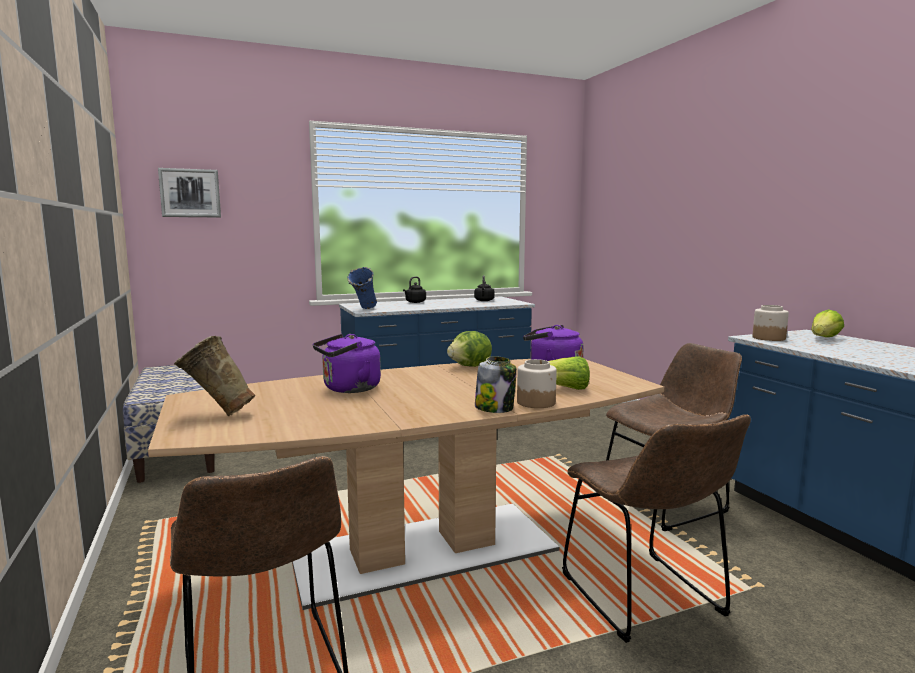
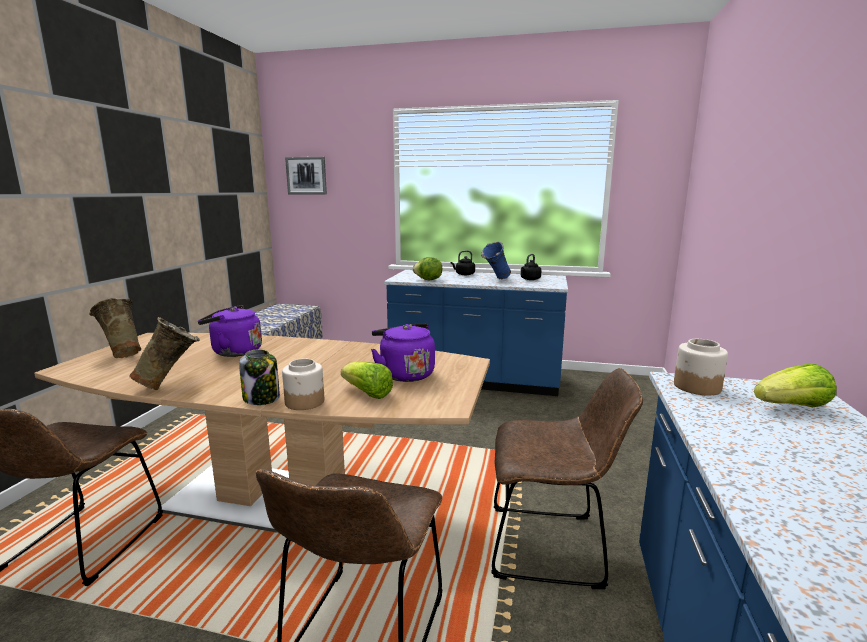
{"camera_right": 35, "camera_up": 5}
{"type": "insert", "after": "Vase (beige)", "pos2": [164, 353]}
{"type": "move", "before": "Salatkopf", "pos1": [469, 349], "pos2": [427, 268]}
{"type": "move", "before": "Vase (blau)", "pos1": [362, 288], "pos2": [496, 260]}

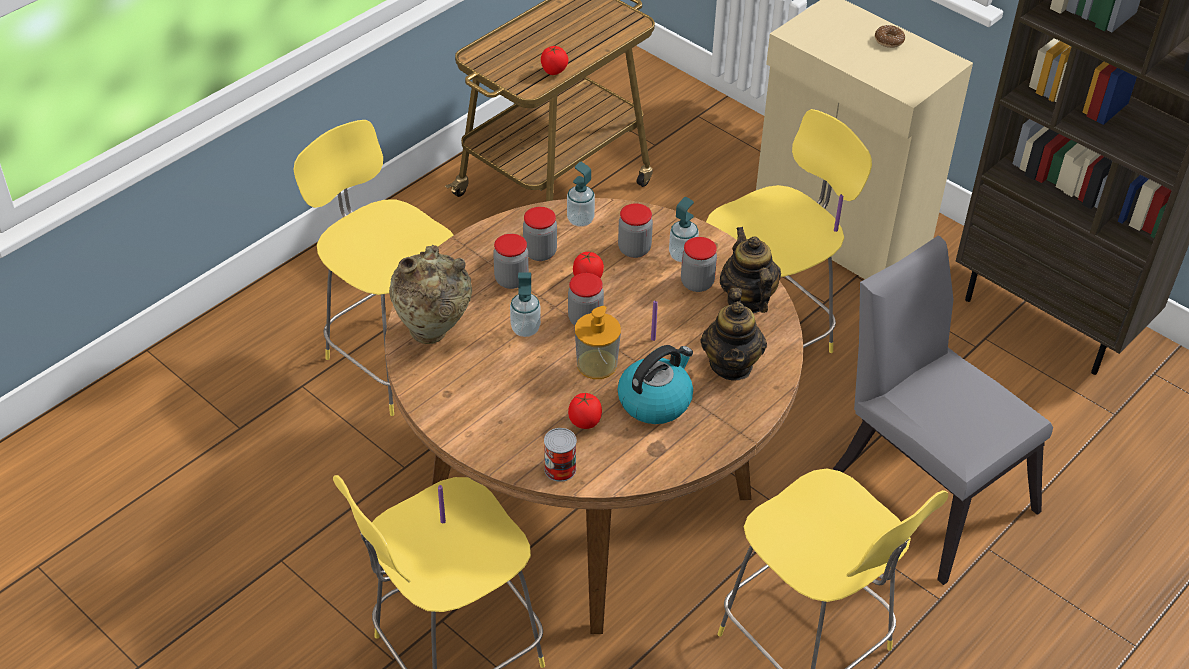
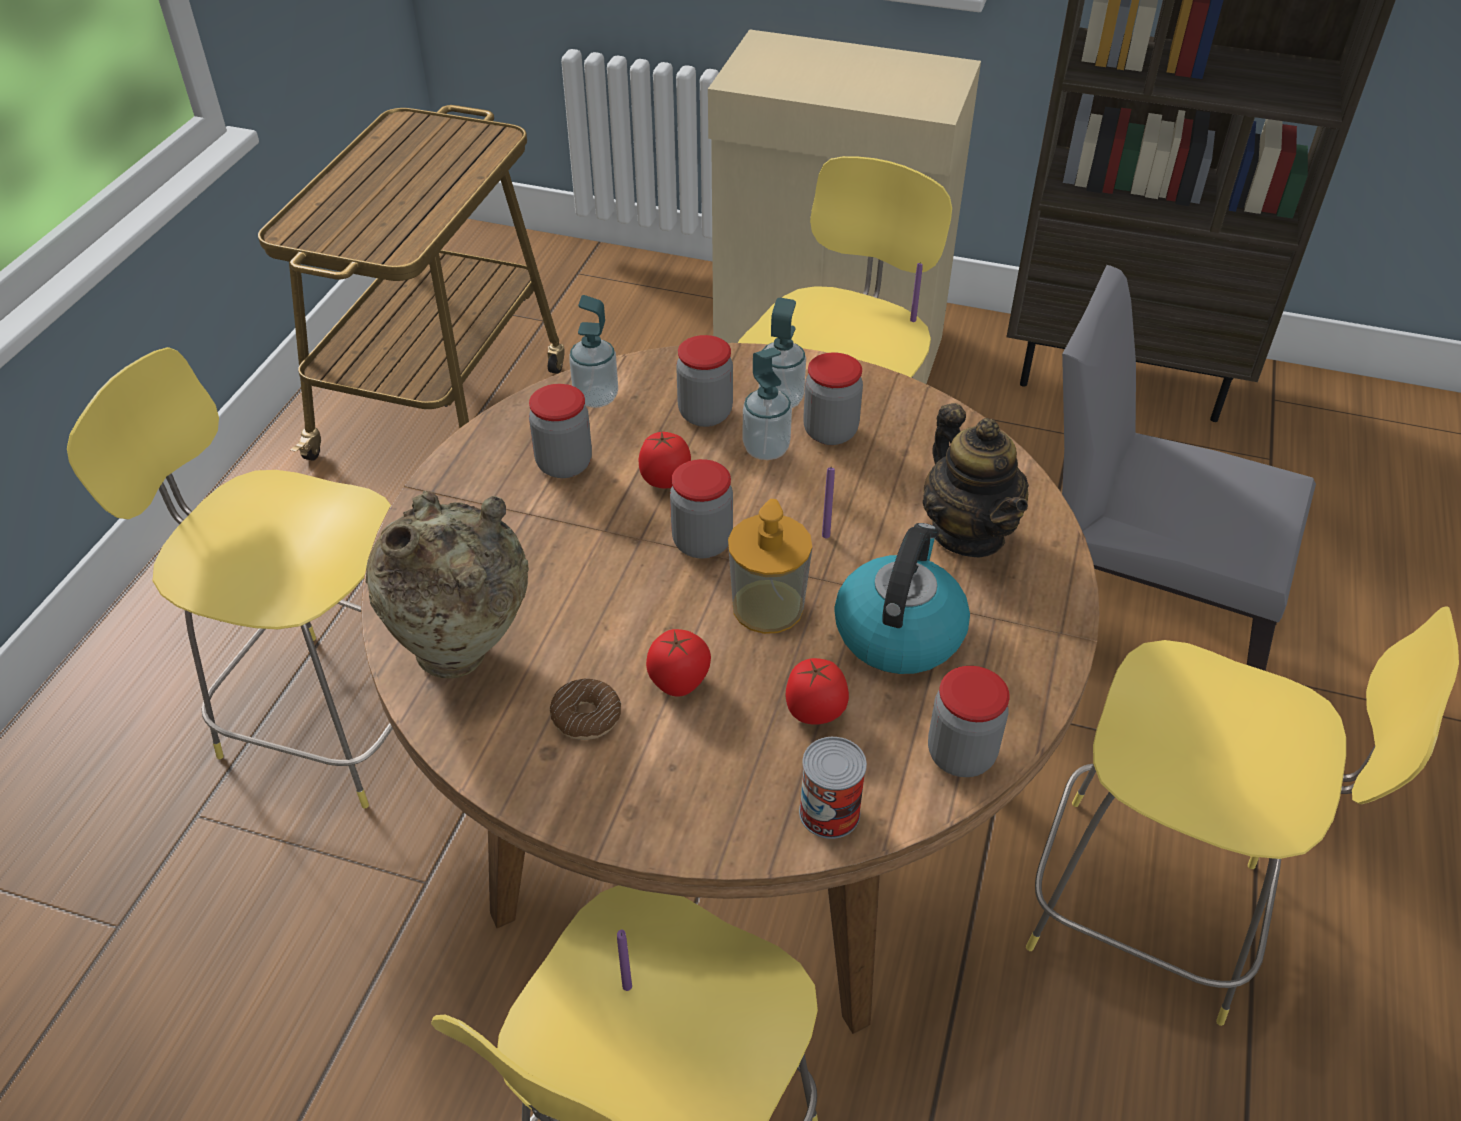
{"camera_right": -25, "camera_up": 0}
{"type": "move", "before": "Donut", "pos1": [890, 36], "pos2": [585, 709]}
{"type": "move", "before": "Tomate", "pos1": [554, 60], "pos2": [678, 663]}
{"type": "move", "before": "Seifenspender", "pos1": [525, 304], "pos2": [767, 404]}
{"type": "move", "before": "Vorratsglas", "pos1": [511, 261], "pos2": [968, 721]}
{"type": "delete", "before": "Teekanne", "pos1": [750, 270]}

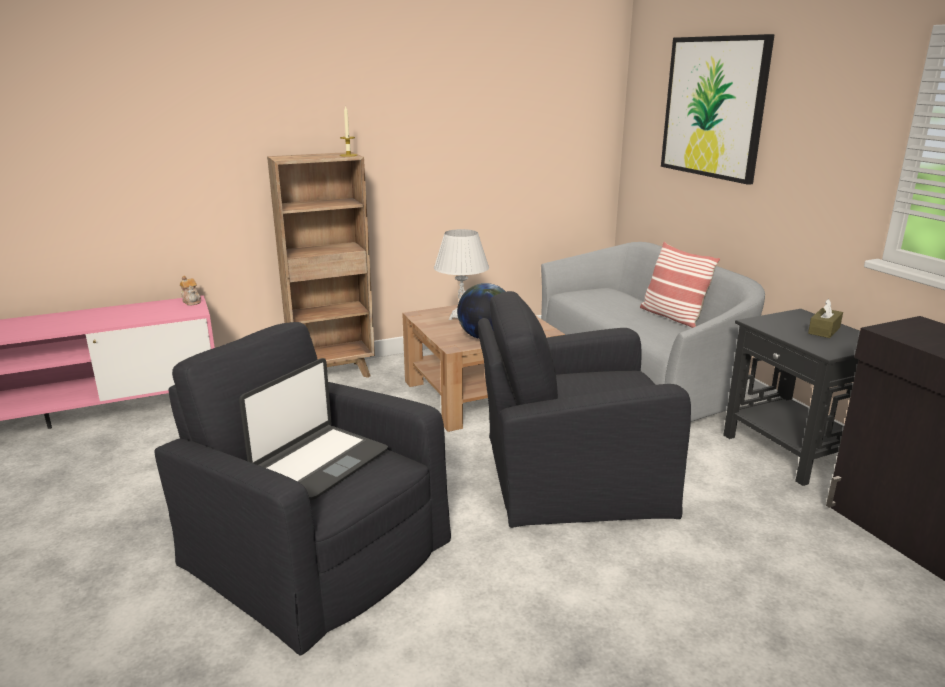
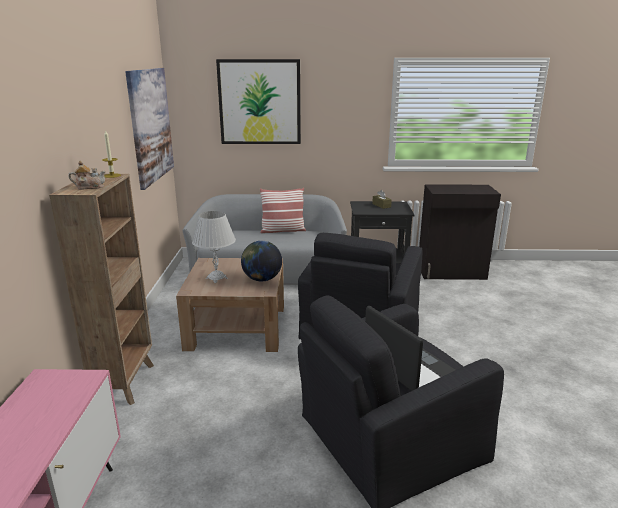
{"camera_right": -65, "camera_up": 0}
{"type": "move", "before": "Teekanne", "pos1": [190, 290], "pos2": [87, 174]}
{"type": "insert", "after": "Bild", "pos2": [149, 129]}

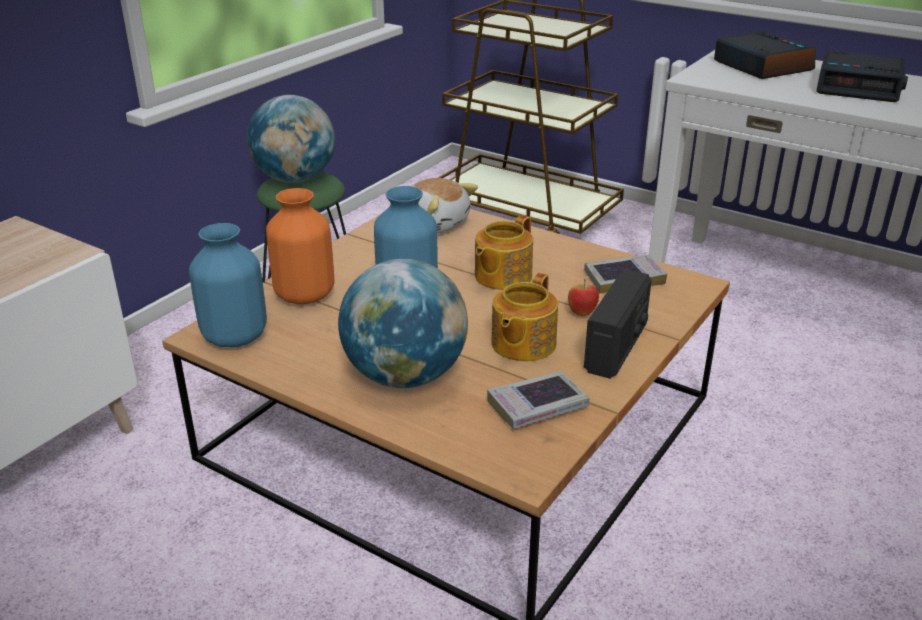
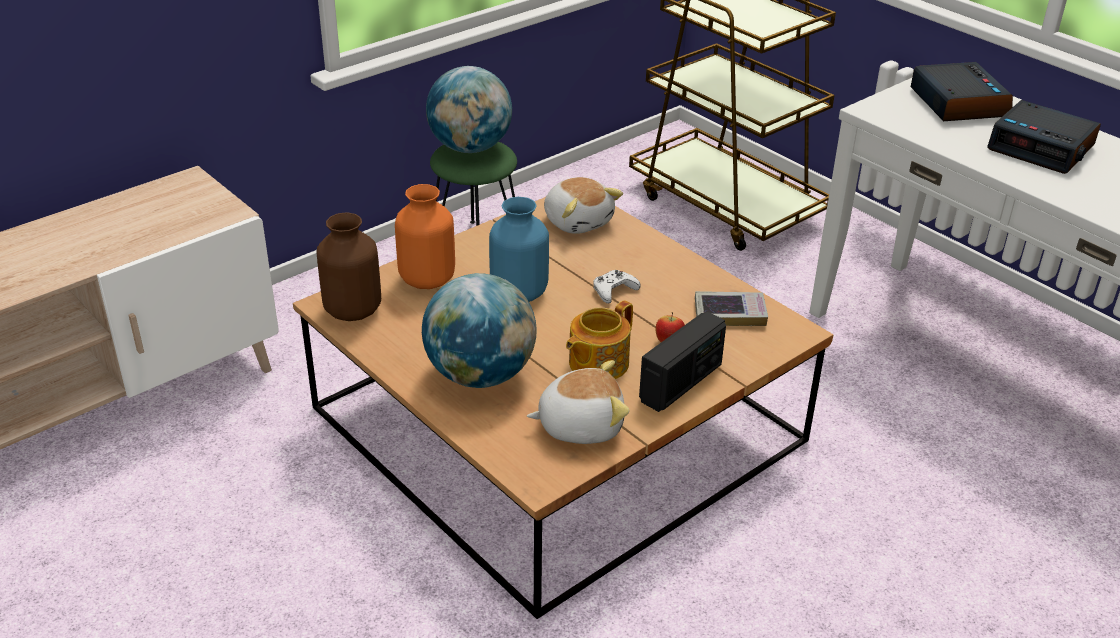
{"camera_right": 15, "camera_up": 5}
{"type": "recolor", "before": "Vase (blau)", "after": "Vase (braun)", "pos1": [228, 285], "pos2": [349, 267]}
{"type": "replace", "before": "Buch", "after": "Plüschtier", "pos1": [538, 400], "pos2": [578, 402]}
{"type": "replace", "before": "Teekanne", "after": "Gamepad (weiß)", "pos1": [504, 252], "pos2": [616, 286]}

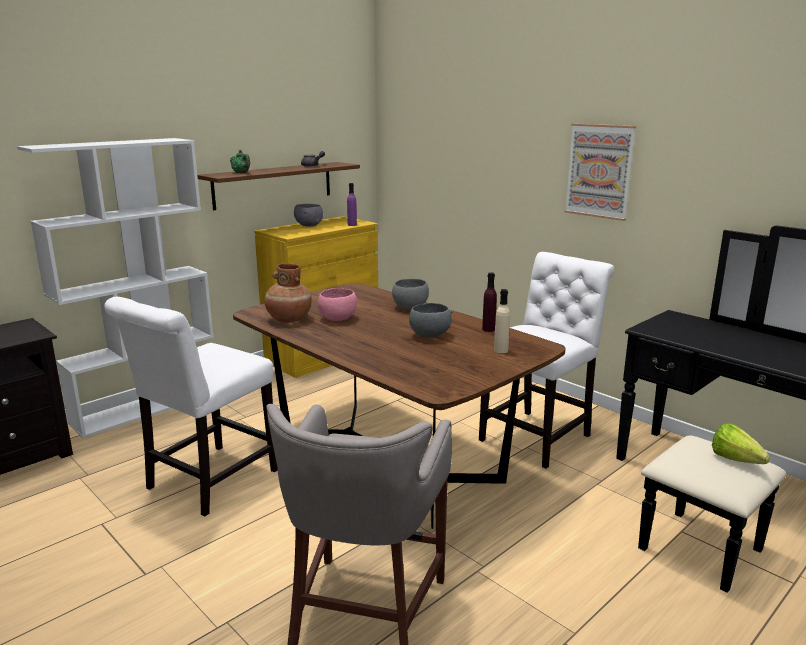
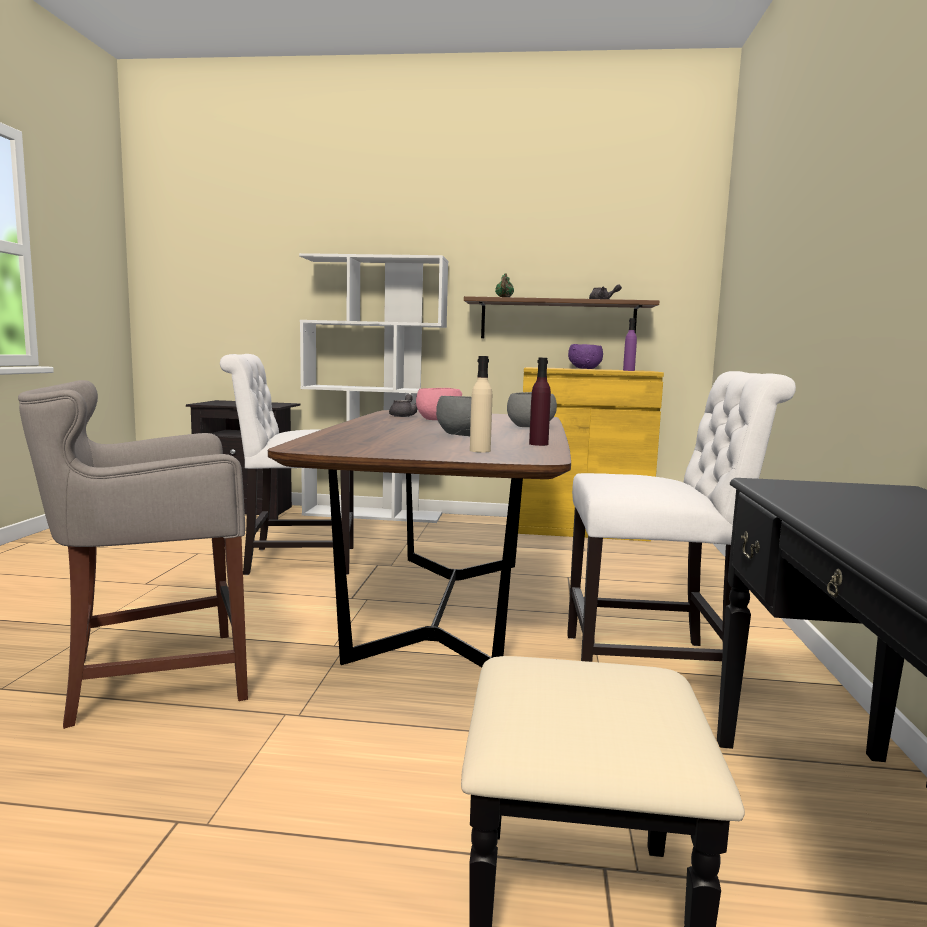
{"camera_right": 50, "camera_up": -10}
{"type": "replace", "before": "Vase (braun)", "after": "Teekanne (grau)", "pos1": [288, 292], "pos2": [403, 405]}
{"type": "recolor", "before": "Schüssel (grau)", "after": "Schüssel (lila)", "pos1": [308, 215], "pos2": [585, 356]}
{"type": "delete", "before": "Bild", "pos1": [600, 172]}
{"type": "delete", "before": "Salatkopf", "pos1": [741, 443]}

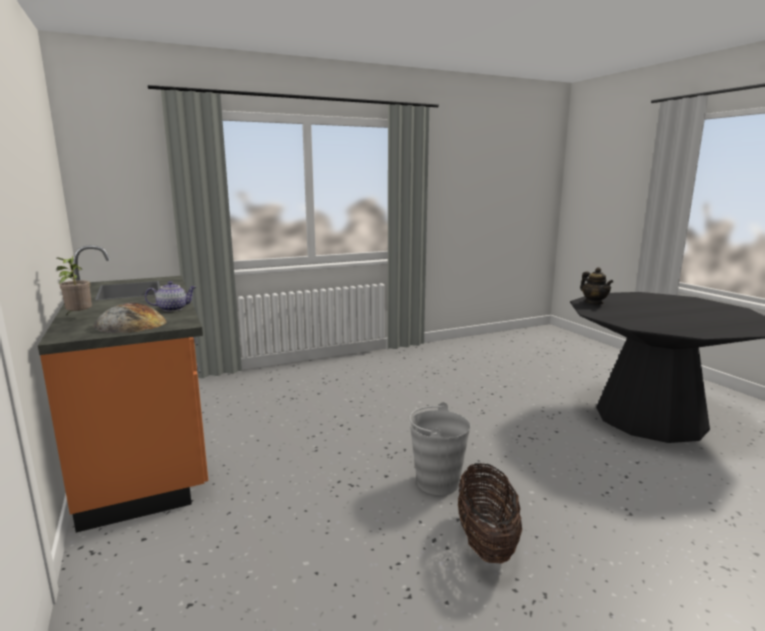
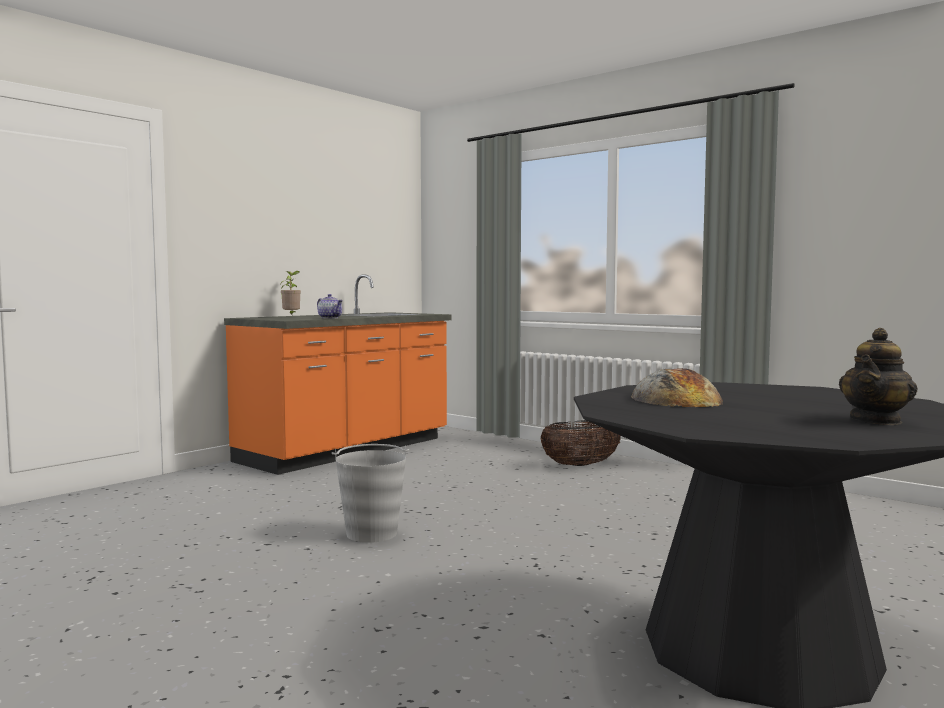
{"camera_right": 65, "camera_up": -10}
{"type": "move", "before": "Korb", "pos1": [490, 513], "pos2": [580, 443]}
{"type": "move", "before": "Brot", "pos1": [130, 318], "pos2": [677, 387]}
{"type": "move", "before": "Teekanne", "pos1": [596, 286], "pos2": [878, 376]}

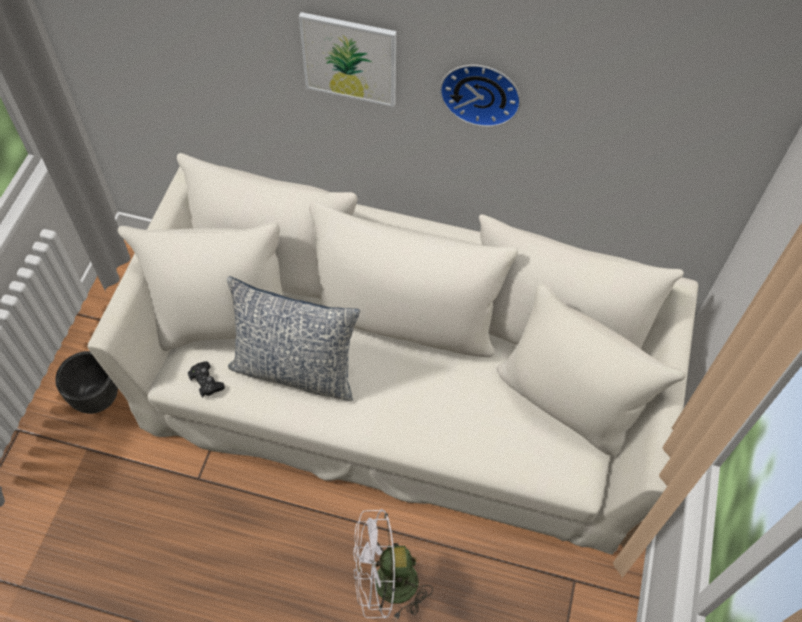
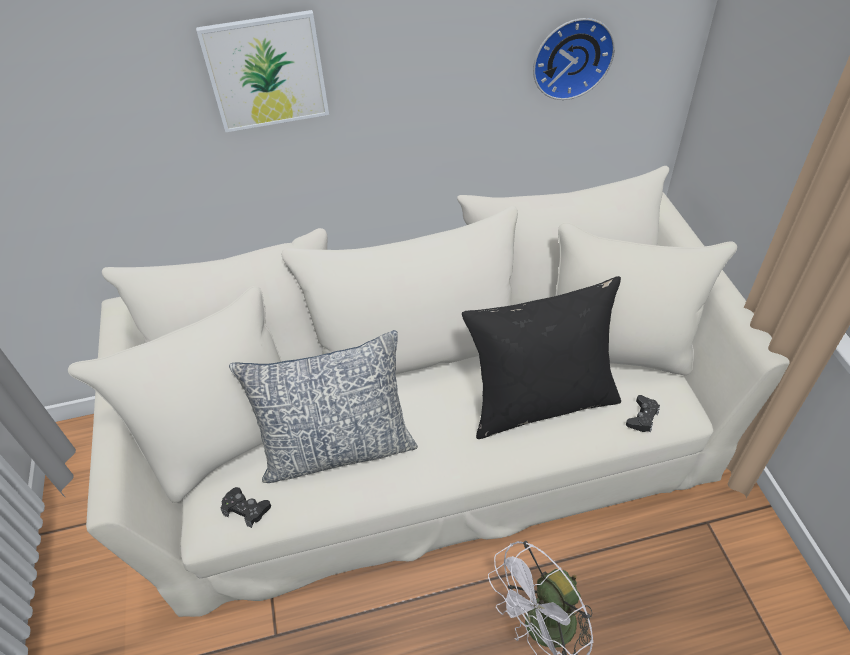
{"camera_right": -25, "camera_up": -10}
{"type": "insert", "after": "Kissen (schwarz)", "pos2": [541, 357]}
{"type": "move", "before": "Wanduhr", "pos1": [480, 96], "pos2": [574, 59]}
{"type": "insert", "after": "Gamepad (schwarz)", "pos2": [643, 413]}
{"type": "delete", "before": "Pflanzkübel (schwarz)", "pos1": [86, 382]}

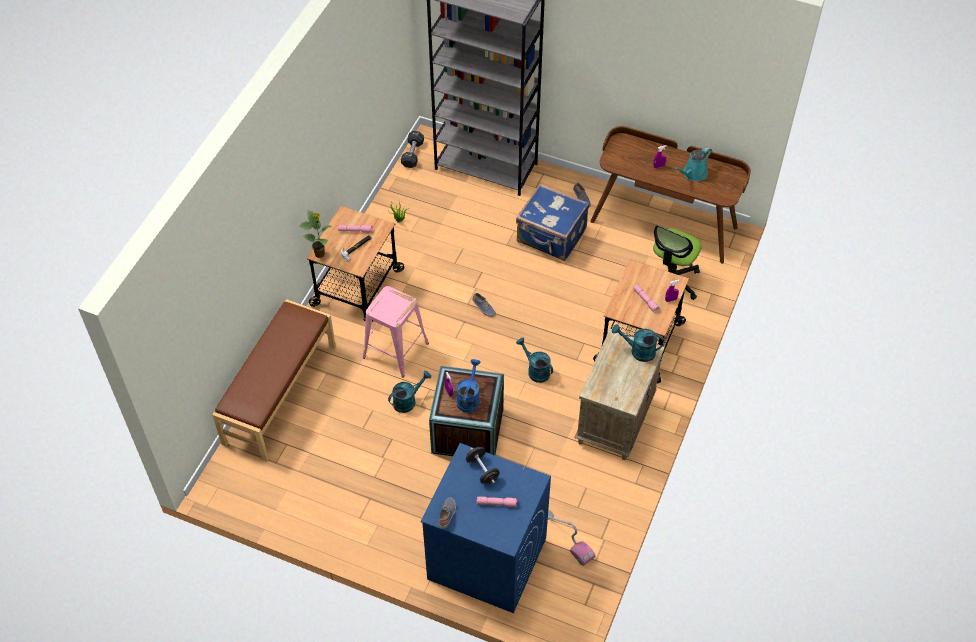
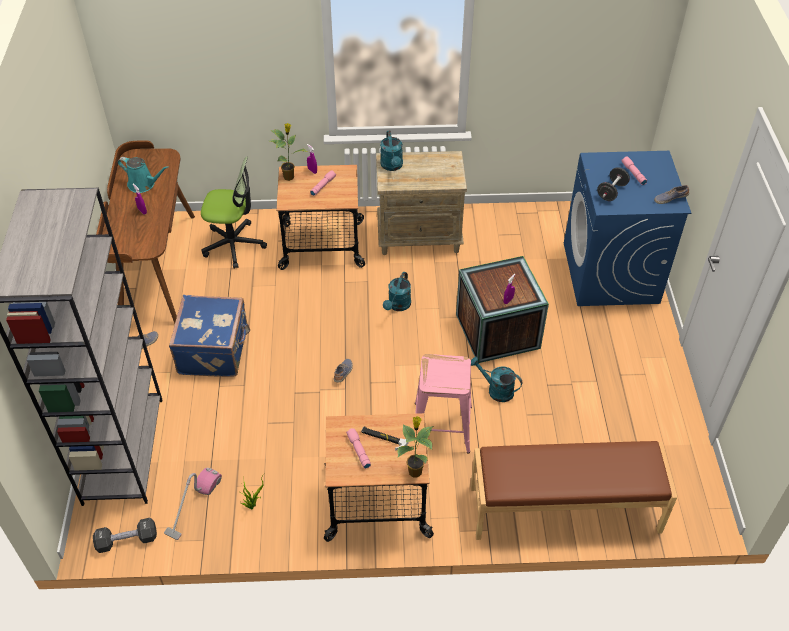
{"camera_right": -115, "camera_up": -5}
{"type": "move", "before": "Staubsauger", "pos1": [572, 538], "pos2": [193, 504]}
{"type": "insert", "after": "Topfpflanze", "pos2": [288, 152]}
{"type": "delete", "before": "Gießkanne (blau)", "pos1": [468, 385]}

